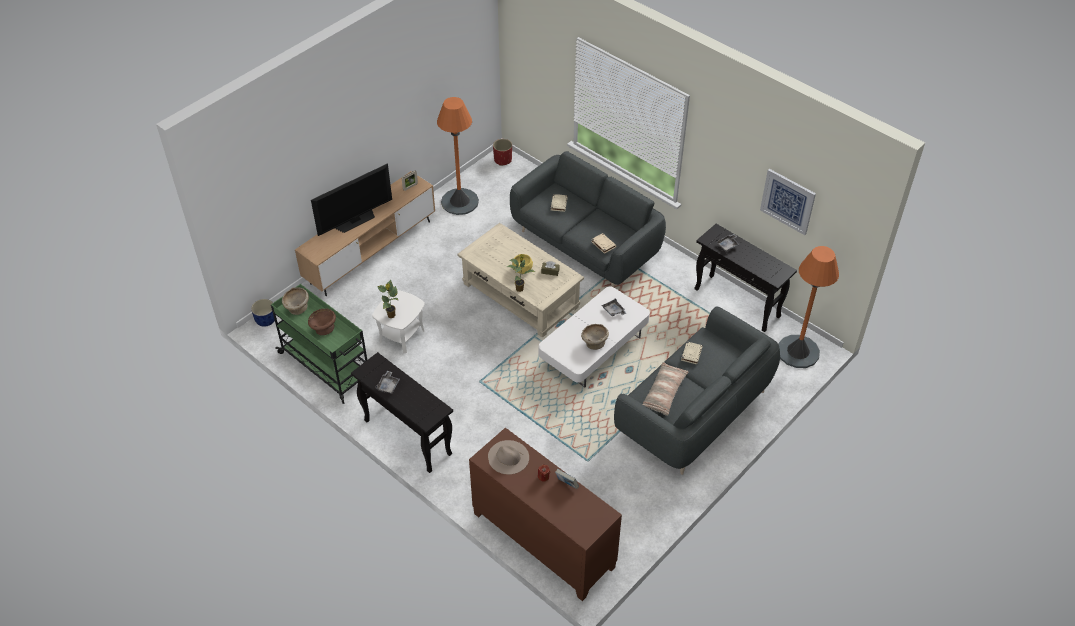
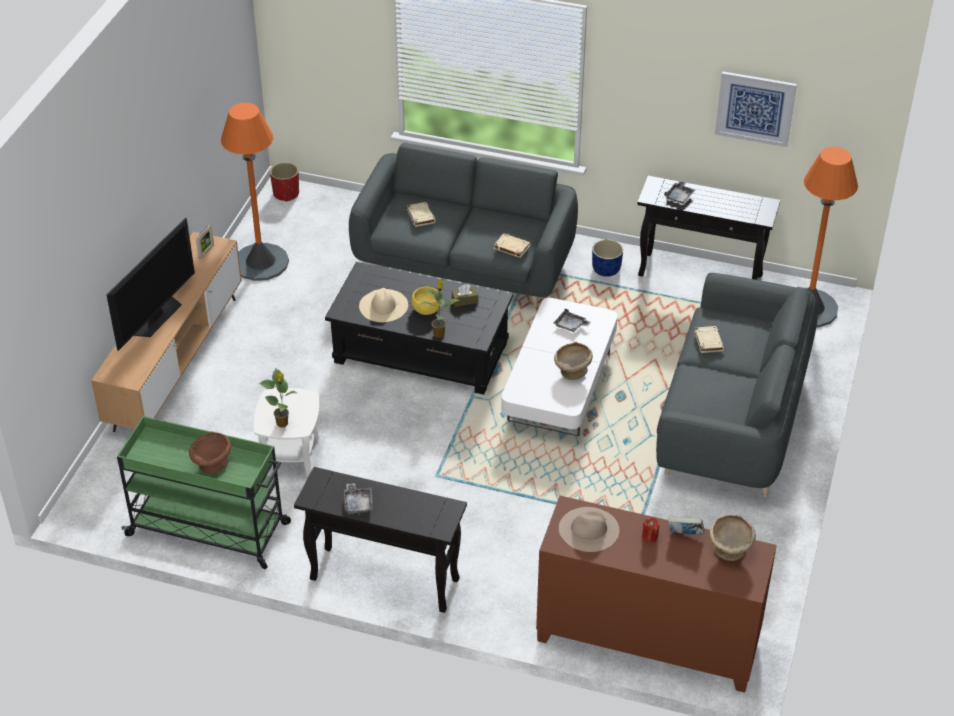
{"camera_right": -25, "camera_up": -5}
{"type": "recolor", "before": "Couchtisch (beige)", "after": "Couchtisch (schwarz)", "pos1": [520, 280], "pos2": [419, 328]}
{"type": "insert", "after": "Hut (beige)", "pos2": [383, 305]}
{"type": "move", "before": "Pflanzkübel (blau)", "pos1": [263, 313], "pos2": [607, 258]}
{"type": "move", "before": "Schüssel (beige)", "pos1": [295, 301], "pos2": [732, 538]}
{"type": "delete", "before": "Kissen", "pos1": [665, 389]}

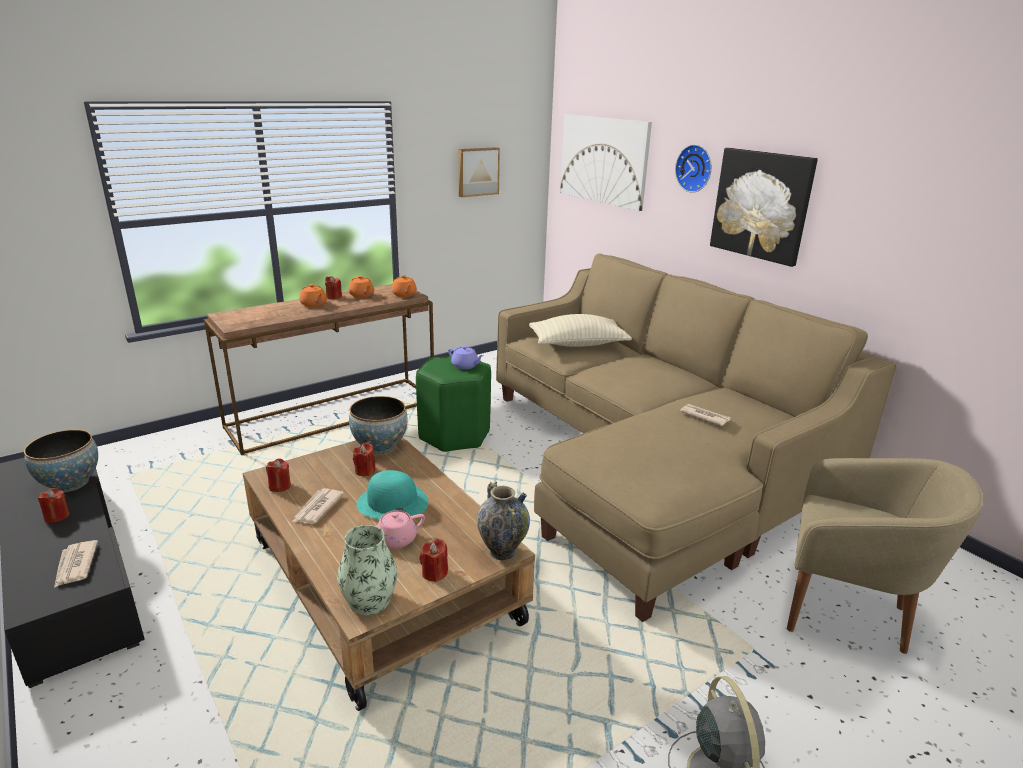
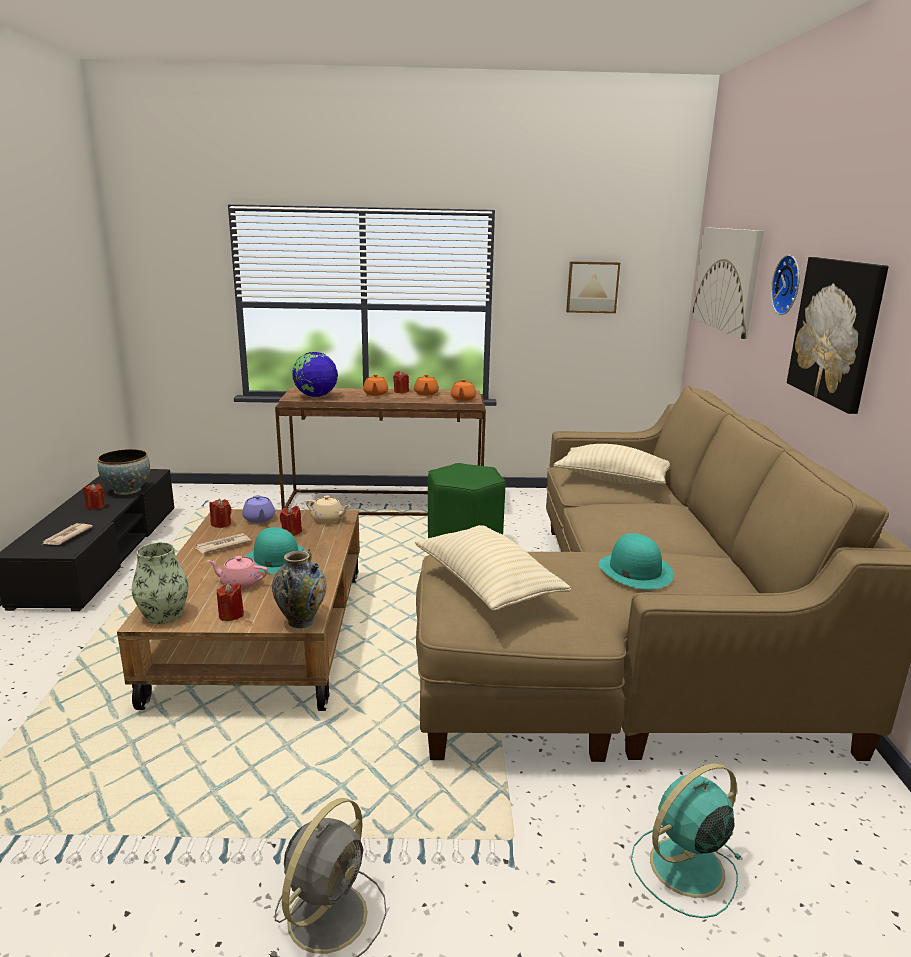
{"camera_right": 35, "camera_up": -5}
{"type": "move", "before": "Teekanne (lila)", "pos1": [466, 357], "pos2": [258, 509]}
{"type": "insert", "after": "Globus", "pos2": [315, 374]}
{"type": "replace", "before": "Schüssel", "after": "Teekanne (beige)", "pos1": [378, 425], "pos2": [328, 509]}
{"type": "insert", "after": "Kissen (beige)", "pos2": [493, 568]}
{"type": "replace", "before": "Zeitung", "after": "Hut (türkis)", "pos1": [705, 415], "pos2": [636, 561]}
{"type": "replace", "before": "Sessel (beige)", "after": "Ventilator (türkis)", "pos1": [885, 556], "pos2": [686, 840]}

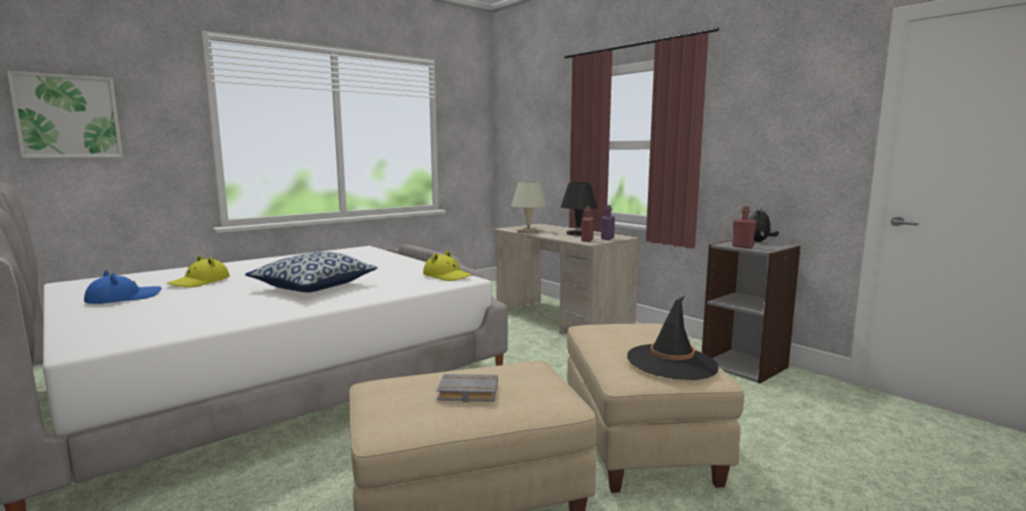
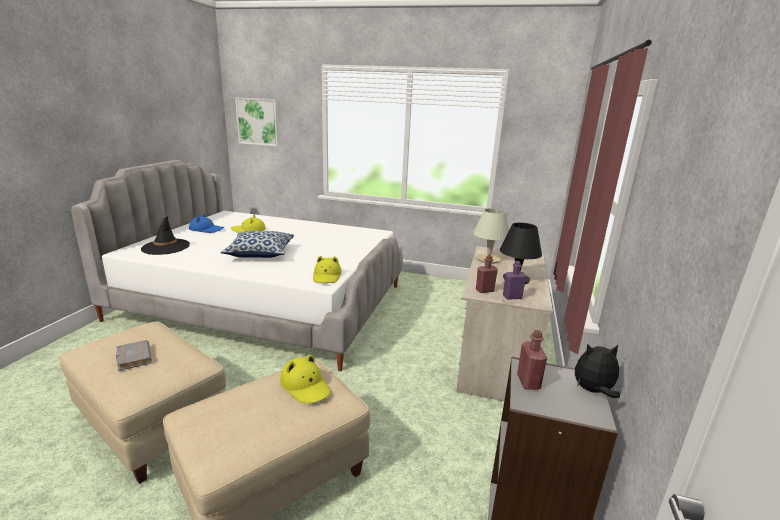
{"camera_right": 55, "camera_up": 10}
{"type": "move", "before": "Hut (schwarz)", "pos1": [673, 338], "pos2": [165, 235]}
{"type": "insert", "after": "Hut (gelb)", "pos2": [305, 379]}

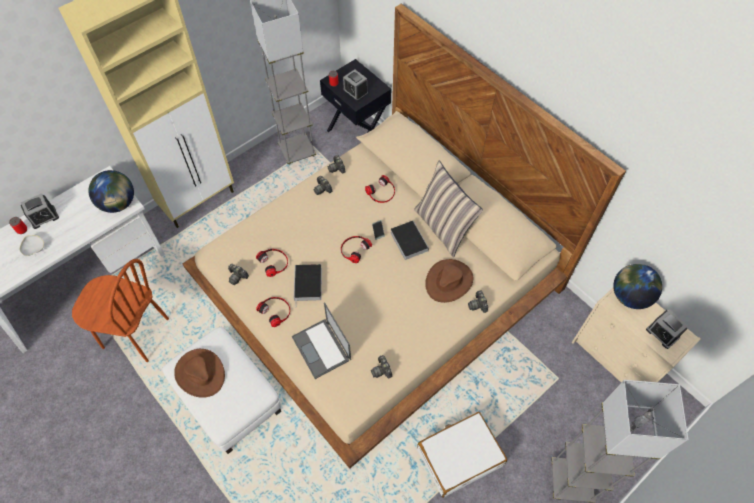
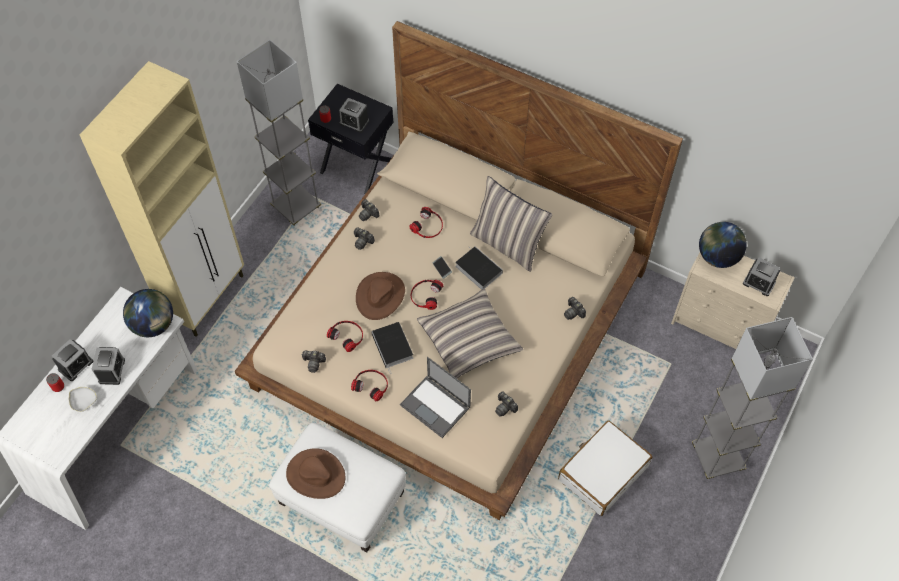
{"camera_right": -20, "camera_up": 0}
{"type": "insert", "after": "Wecker", "pos2": [108, 366]}
{"type": "move", "before": "Hut (braun)", "pos1": [449, 281], "pos2": [380, 296]}
{"type": "insert", "after": "Kissen", "pos2": [470, 333]}
{"type": "delete", "before": "Stuhl (braun)", "pos1": [120, 310]}

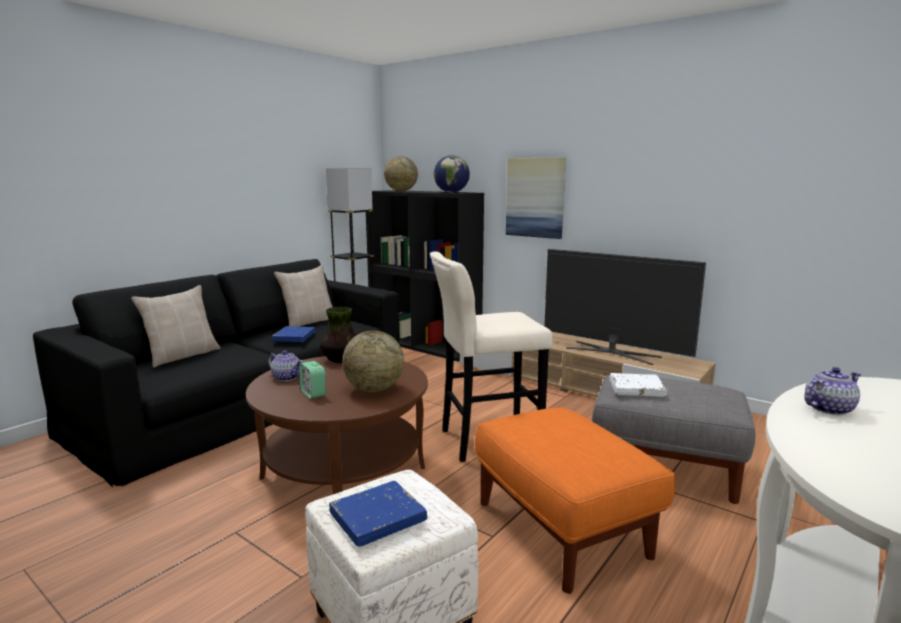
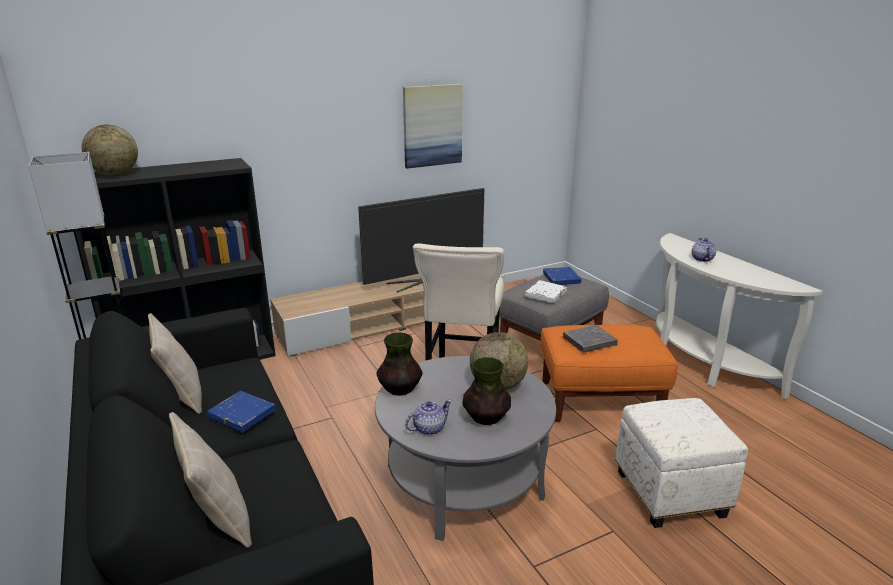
{"camera_right": -65, "camera_up": 10}
{"type": "recolor", "before": "Couchtisch (braun)", "after": "Couchtisch (grau)", "pos1": [337, 425], "pos2": [465, 448]}
{"type": "move", "before": "Bild", "pos1": [536, 198], "pos2": [433, 126]}
{"type": "replace", "before": "Wecker", "after": "Vase", "pos1": [312, 380], "pos2": [487, 391]}
{"type": "move", "before": "Buch (blau)", "pos1": [378, 514], "pos2": [562, 276]}
{"type": "insert", "after": "Buch (grau)", "pos2": [590, 339]}
{"type": "delete", "before": "Globus", "pos1": [452, 174]}

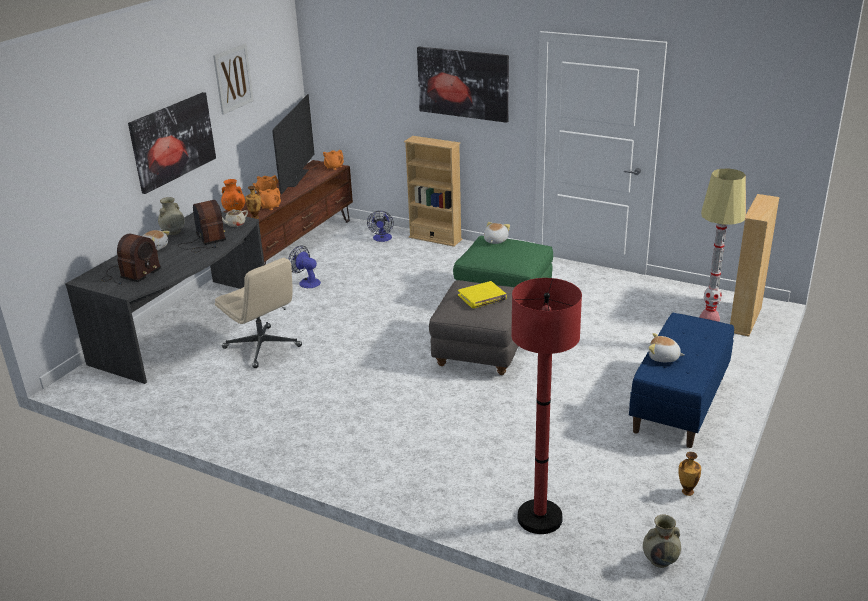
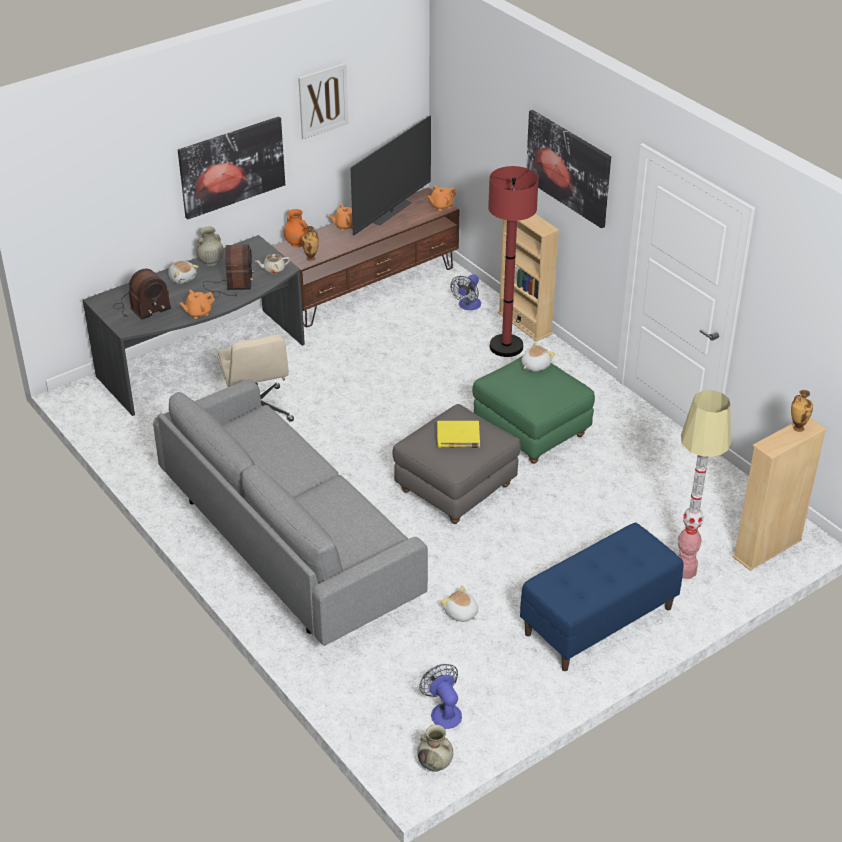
{"camera_right": 25, "camera_up": 10}
{"type": "insert", "after": "Sofa (grau)", "pos2": [290, 512]}
{"type": "move", "before": "Teekanne (orange)", "pos1": [270, 199], "pos2": [197, 304]}
{"type": "move", "before": "Ventilator", "pos1": [304, 266], "pos2": [440, 696]}
{"type": "move", "before": "Plüschtier", "pos1": [666, 347], "pos2": [459, 603]}
{"type": "move", "before": "Stehlampe (rot)", "pos1": [546, 406], "pos2": [513, 261]}
{"type": "move", "before": "Vase", "pos1": [689, 474], "pos2": [802, 411]}

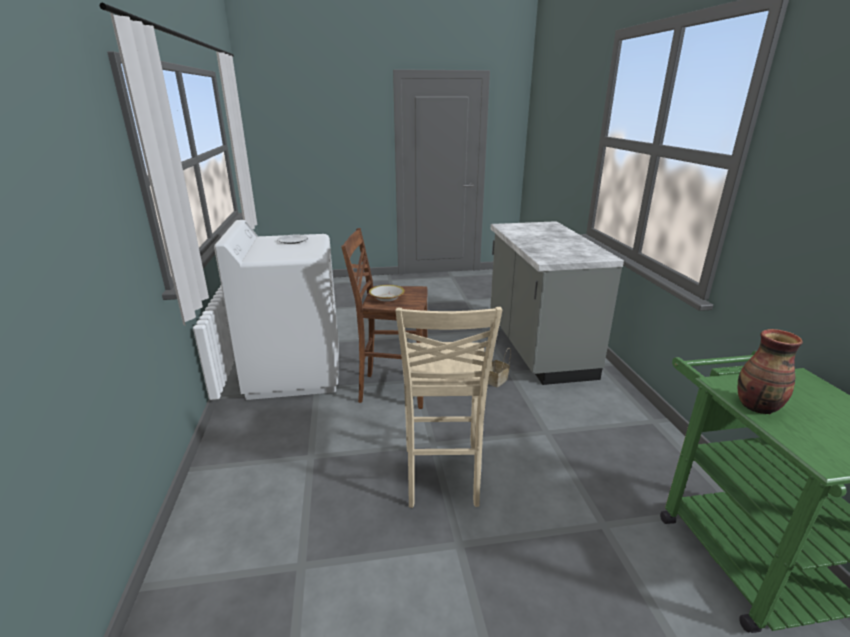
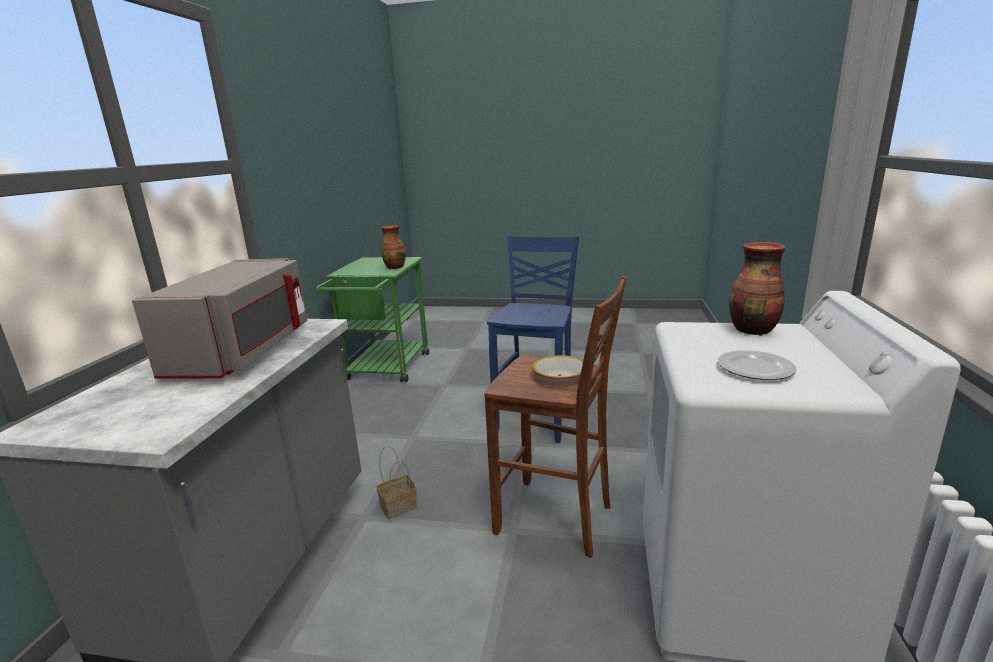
{"camera_right": -160, "camera_up": -5}
{"type": "insert", "after": "Mikrowelle (grau)", "pos2": [219, 318]}
{"type": "recolor", "before": "Hocker (beige)", "after": "Hocker (blau)", "pos1": [448, 407], "pos2": [533, 339]}
{"type": "insert", "after": "Vase", "pos2": [757, 289]}

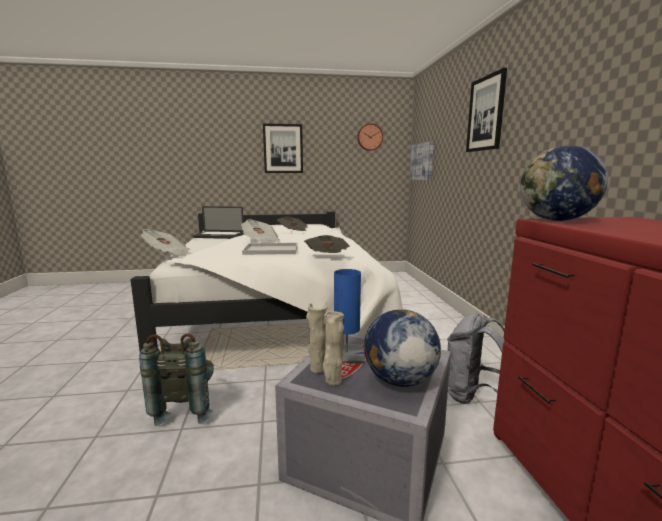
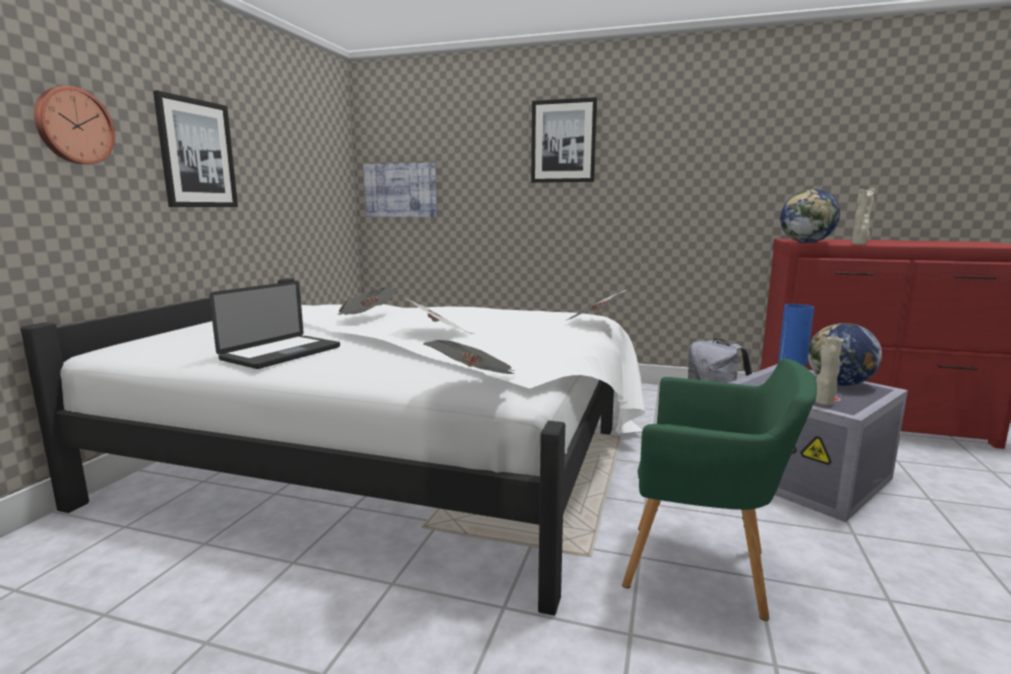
{"camera_right": -65, "camera_up": 0}
{"type": "move", "before": "Wanduhr", "pos1": [370, 137], "pos2": [74, 125]}
{"type": "replace", "before": "Rucksack (grau)", "after": "Sessel (grün)", "pos1": [176, 379], "pos2": [719, 490]}
{"type": "move", "before": "Vase (beige)", "pos1": [333, 348], "pos2": [863, 216]}
{"type": "delete", "before": "Tablett (weiß)", "pos1": [269, 249]}

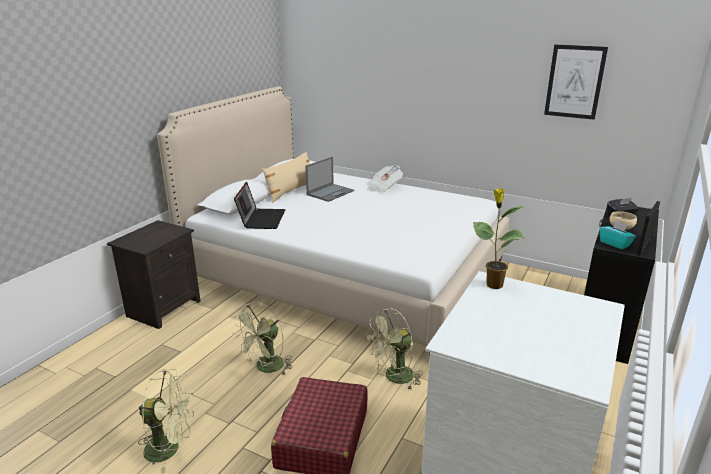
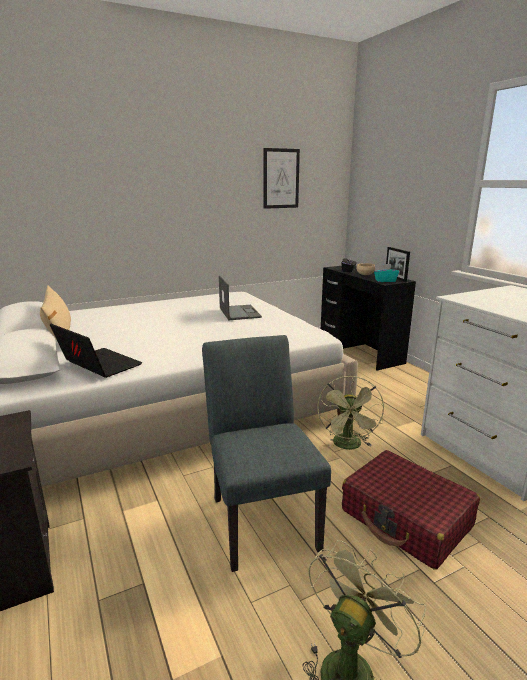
{"camera_right": -55, "camera_up": -5}
{"type": "replace", "before": "Ventilator (grün)", "after": "Stuhl (grau)", "pos1": [262, 338], "pos2": [266, 453]}
{"type": "move", "before": "Laptop", "pos1": [330, 179], "pos2": [240, 297]}
{"type": "delete", "before": "Zeitung", "pos1": [385, 178]}
{"type": "delete", "before": "Topfpflanze", "pos1": [499, 239]}

